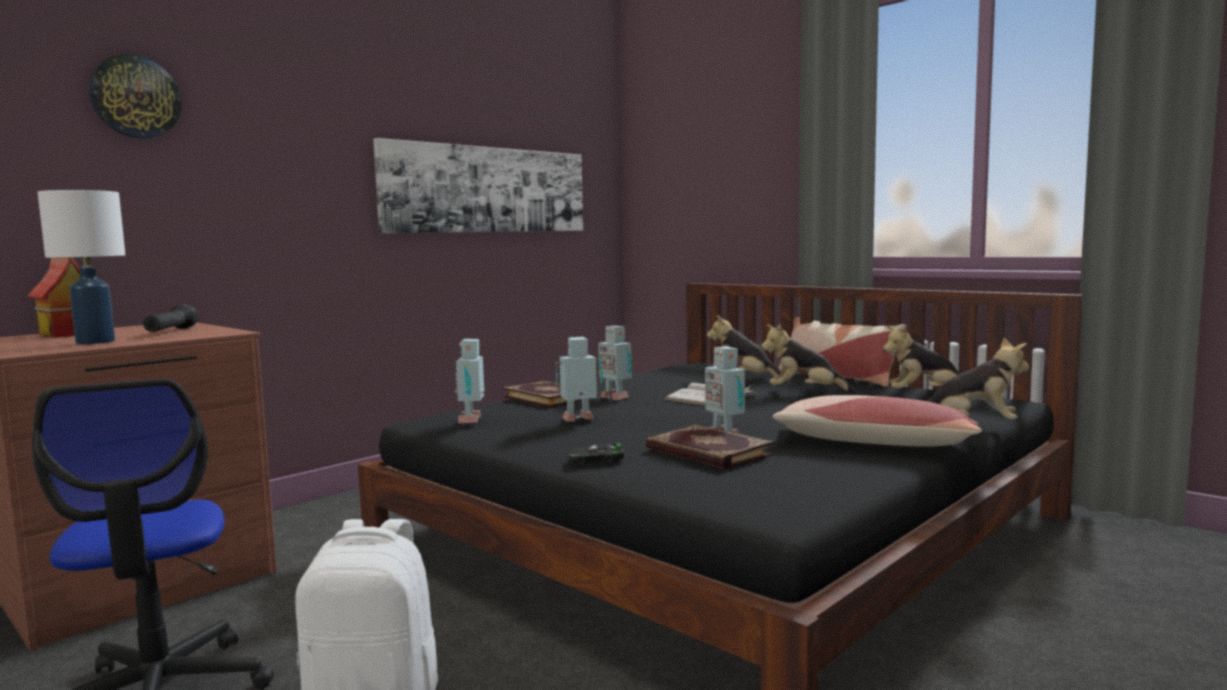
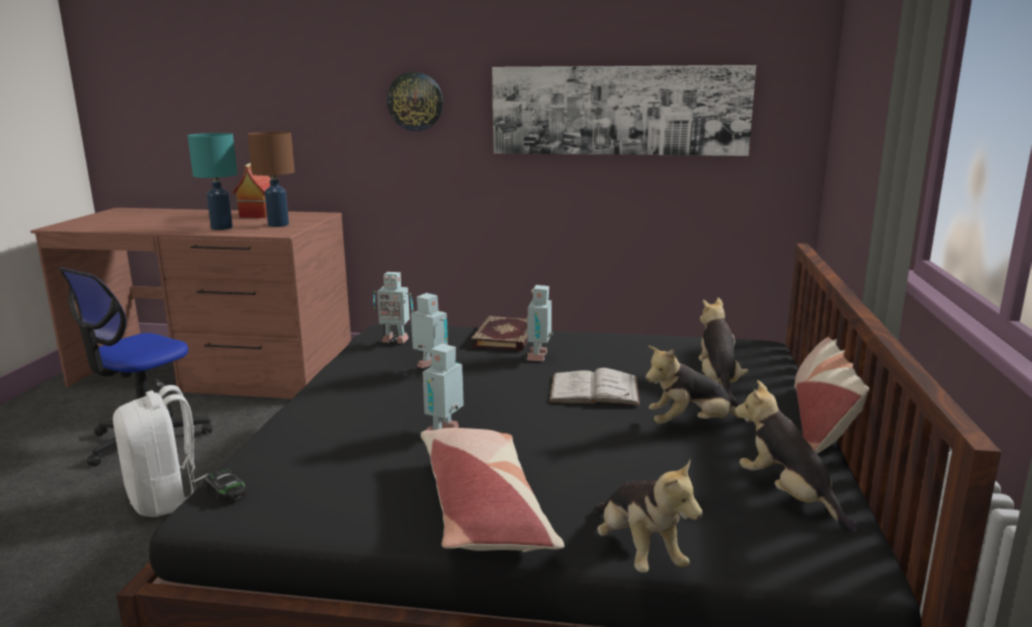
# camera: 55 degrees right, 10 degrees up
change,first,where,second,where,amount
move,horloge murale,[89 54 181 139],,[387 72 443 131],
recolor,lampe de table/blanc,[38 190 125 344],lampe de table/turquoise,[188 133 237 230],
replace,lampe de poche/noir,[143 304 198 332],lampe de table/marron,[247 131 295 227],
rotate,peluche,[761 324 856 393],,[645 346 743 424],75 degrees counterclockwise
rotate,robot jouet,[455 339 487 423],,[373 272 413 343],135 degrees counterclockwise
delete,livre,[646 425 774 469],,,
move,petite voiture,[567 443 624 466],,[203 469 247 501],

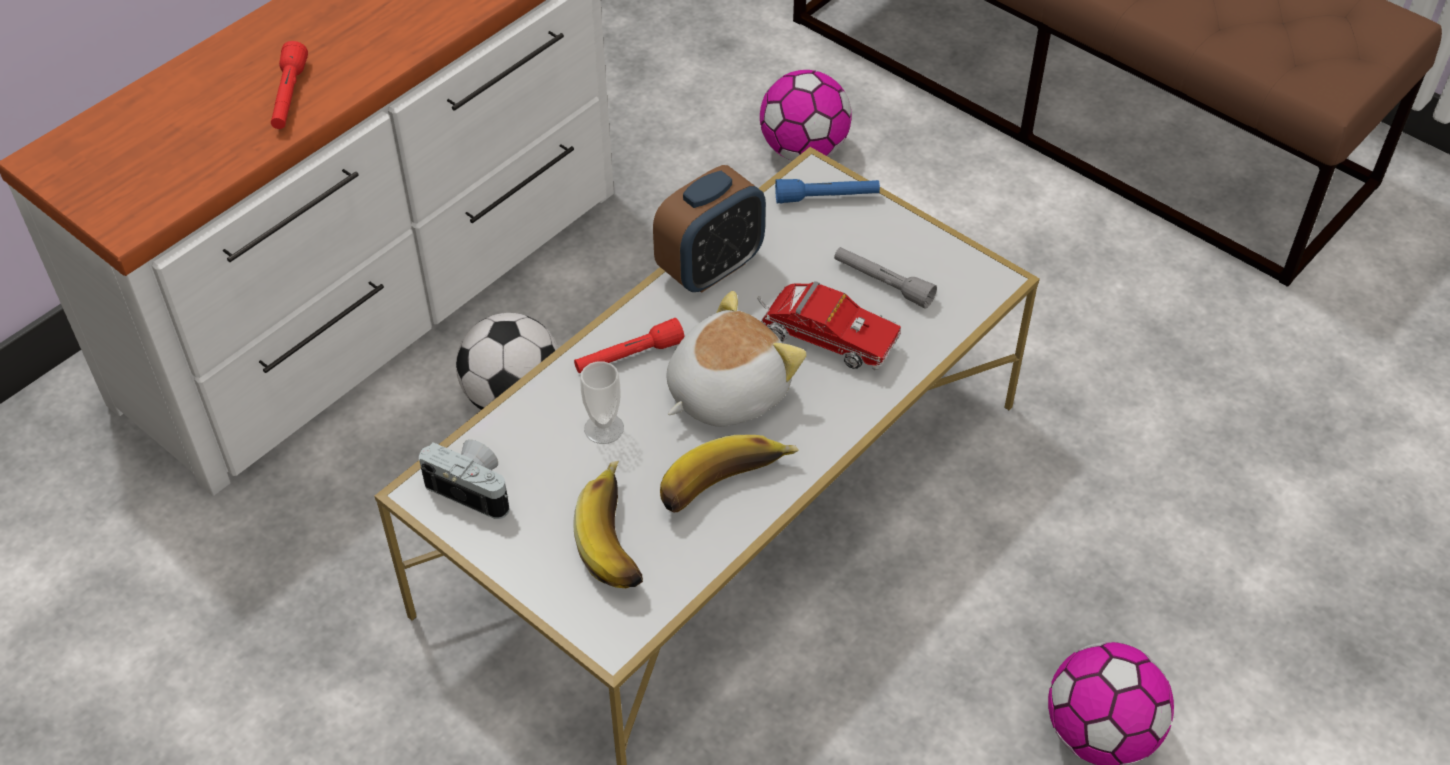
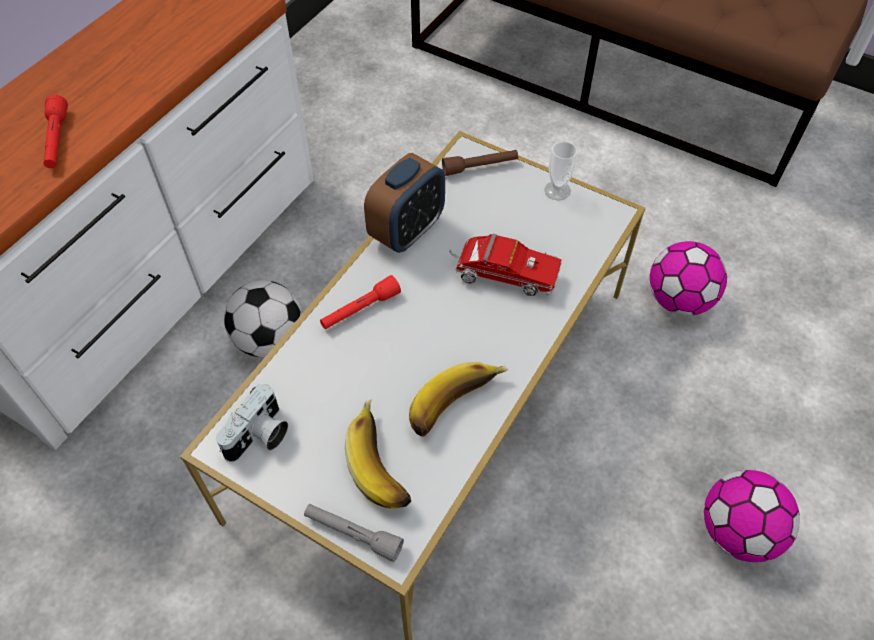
# camera: 10 degrees left, 5 degrees up
change,first,where,second,where,amount
move,ballon de foot,[760 70 851 161],,[649 241 727 316],
recolor,lampe de poche/bleu,[775 179 880 203],lampe de poche/marron,[442 150 518 176],
move,lampe de poche/gris,[834 247 937 309],,[304 504 404 562],
delete,peluche,[667 291 807 427],,,
move,tasse,[580 361 624 444],,[544 141 578 200],
rotate,appareil photo,[419 440 510 519],,[216 384 288 462],105 degrees clockwise

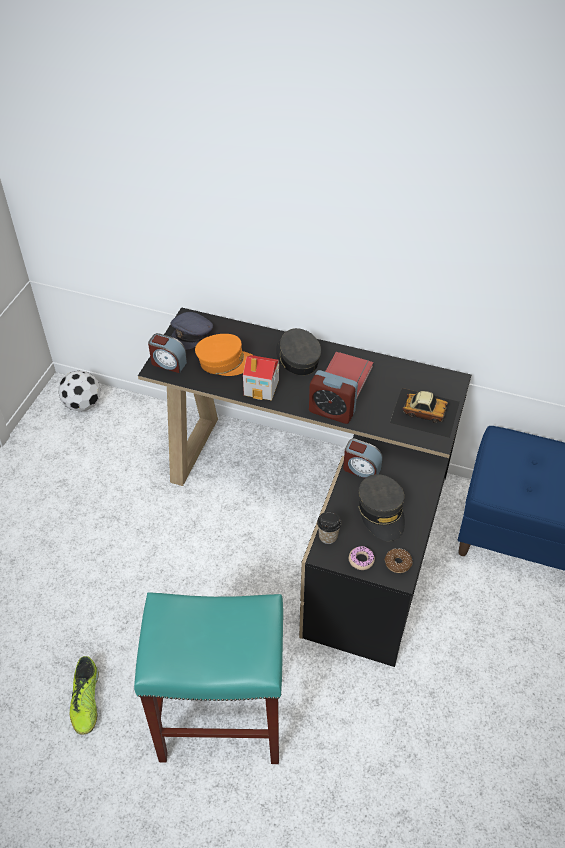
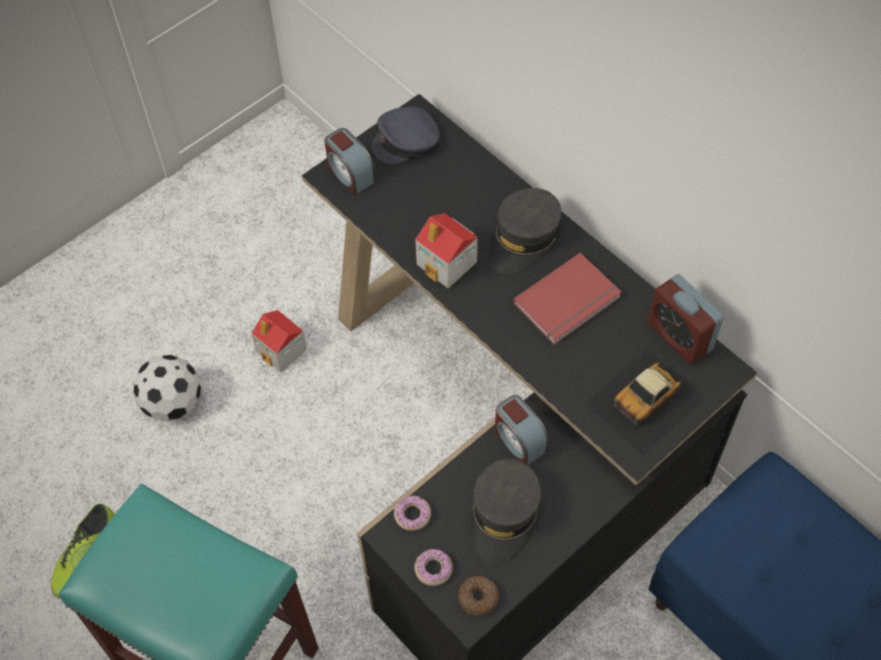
# camera: 30 degrees right, 10 degrees up
change,first,where,second,where,amount
rotate,casquette/gris,[276 328 321 375],,[488 188 561 274],150 degrees counterclockwise
delete,casquette/orange,[195 334 252 376],,,
move,ballon de foot,[58 370 101 411],,[133 355 201 421],
move,réveil,[309 370 358 424],,[648 274 723 364],
rotate,petite voiture,[390 388 460 438],,[585 348 706 455],90 degrees clockwise
replace,tasse,[317 511 341 544],beignet,[394 496 431 531],
insert,,,maison miniature,[251 310 307 372],

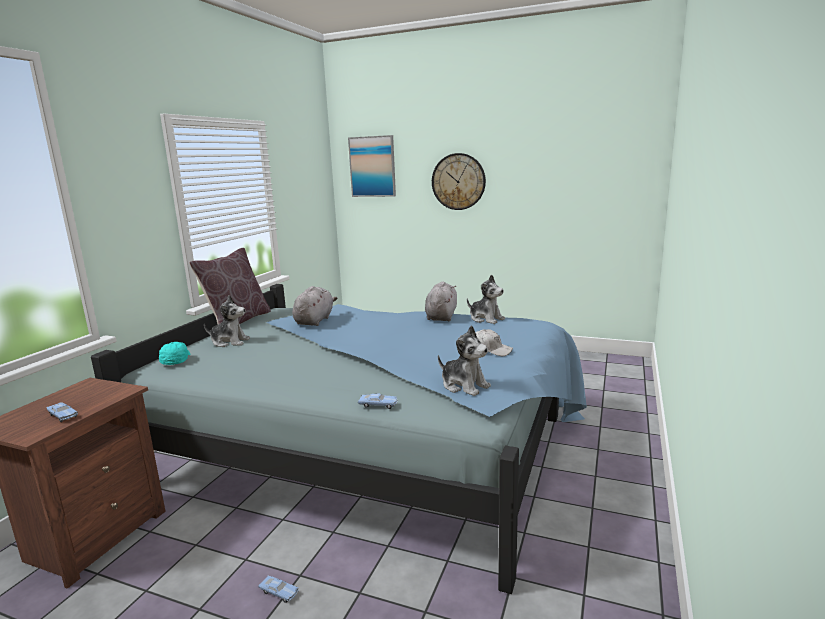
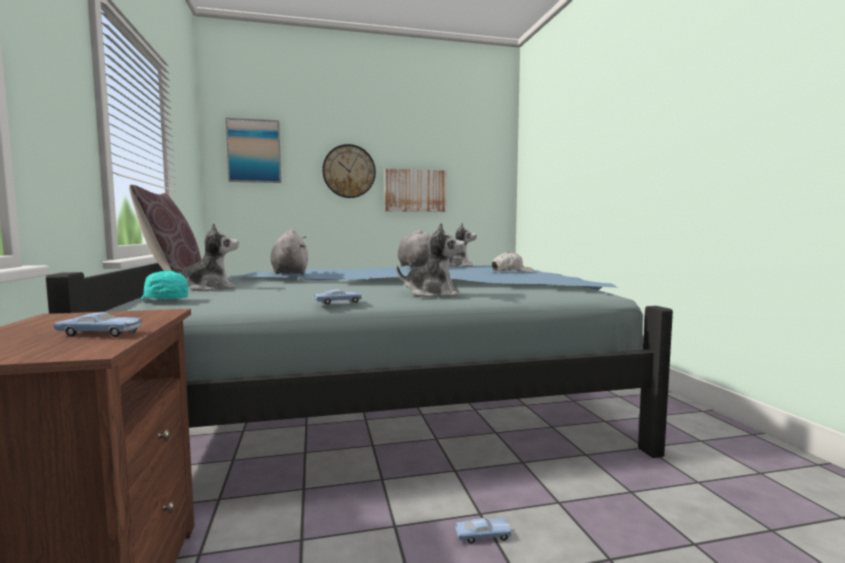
# camera: 35 degrees left, 10 degrees down
change,first,where,second,where,amount
move,peluche,[438 325 491 396],,[397 223 465 298],
move,petite voiture/bleu,[358 393 397 409],,[314 289 362 305],
insert,,,tableau,[385 168 446 212],

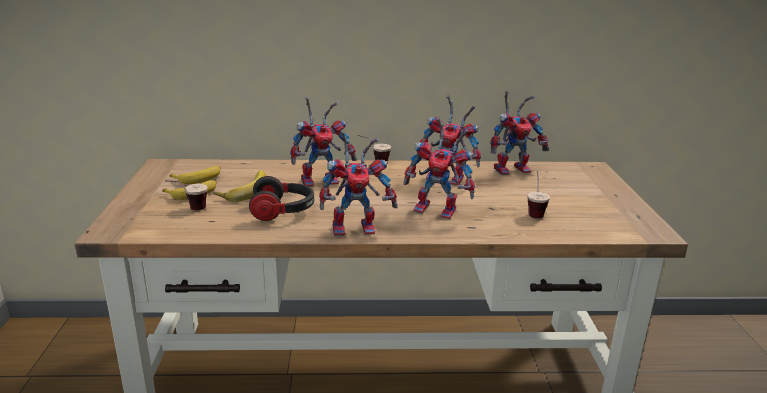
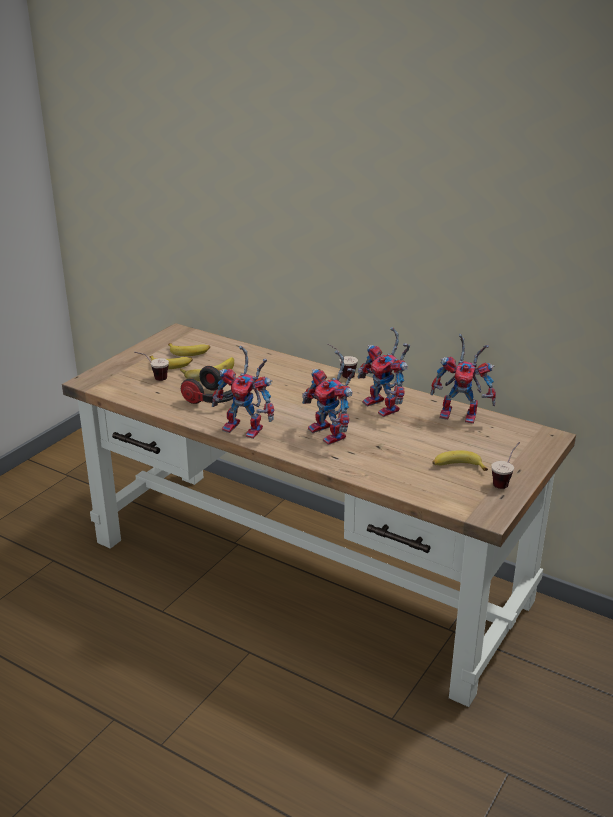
# camera: 35 degrees right, 5 degrees up
change,first,where,second,where,amount
delete,robot jouet,[290 97 357 187],,,
move,tasse,[527 171 550 218],,[491 442 520 489],
insert,,,banane,[432 450 488 471],

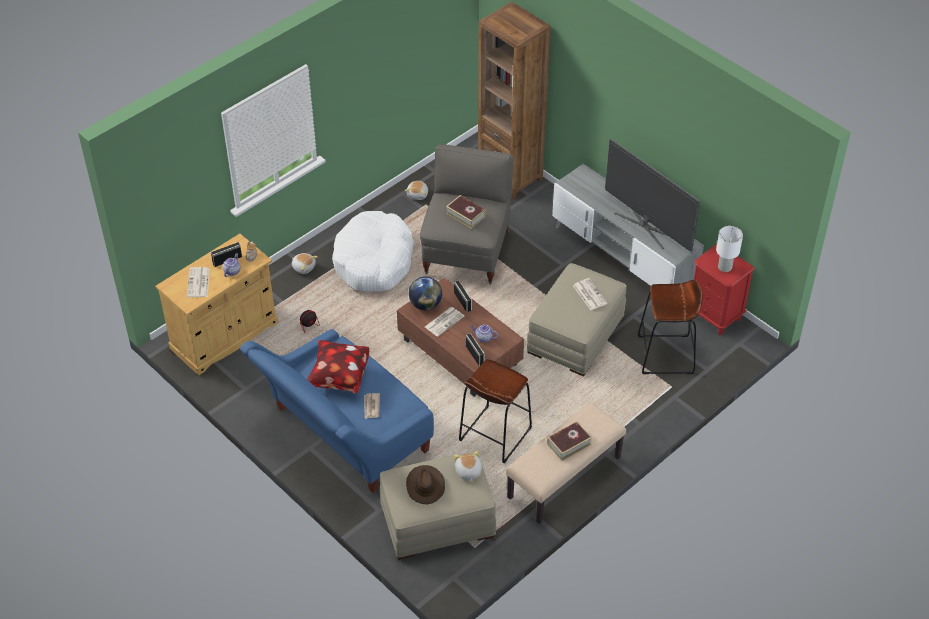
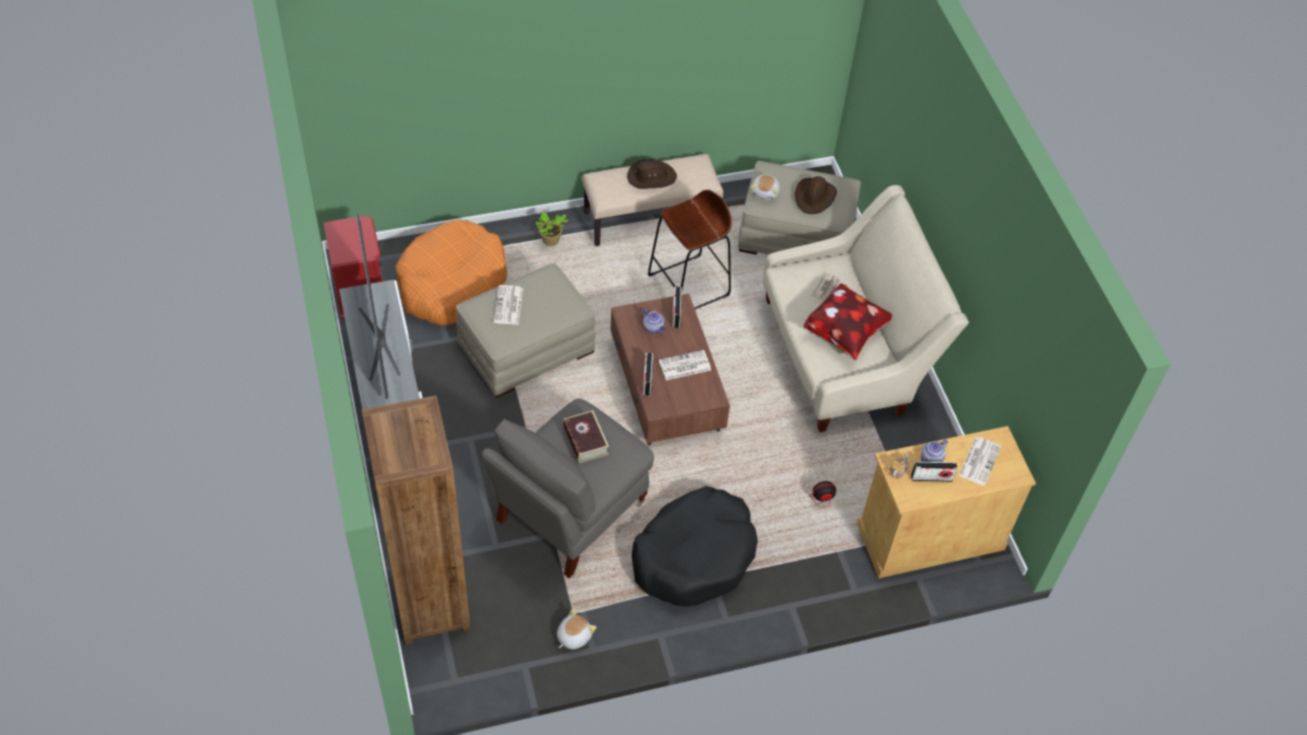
# camera: 155 degrees left, 5 degrees up
change,first,where,second,where,amount
recolor,panier pour chien/blanc,[332 211 414 292],panier pour chien/noir,[632 486 758 607],
delete,lampe de table/blanc,[716 226 743 272],,,
delete,peluche,[292 253 318 274],,,
delete,globe,[409 277 442 310],,,
replace,tabouret/marron,[638 280 703 374],panier pour chien/orange,[395 220 507 326],
recolor,canapé/bleu,[240 329 434 493],canapé/beige,[763 185 969 432],
replace,livre,[547 421 592 461],chapeau/marron,[627 159 677 189],
insert,,,plante en pot,[536 212 568 246],

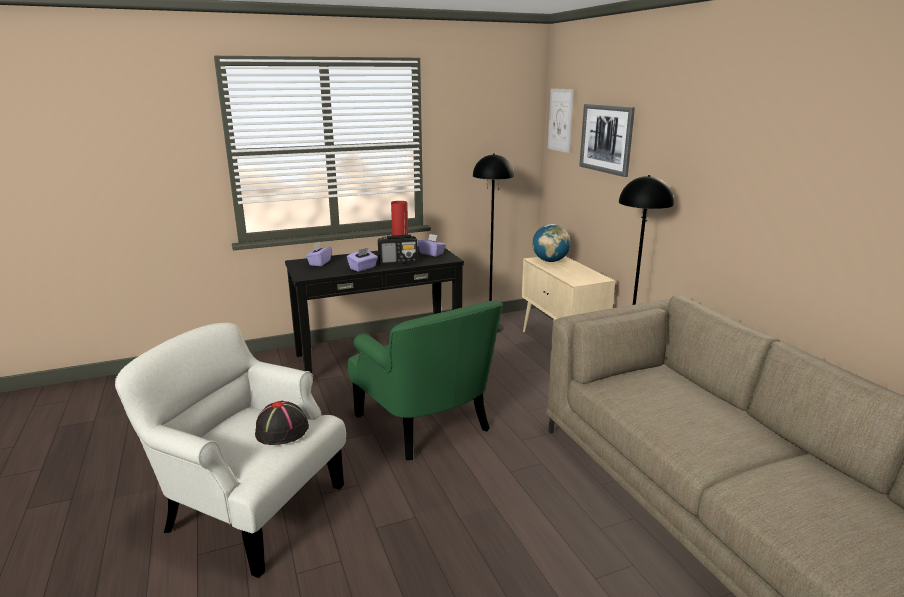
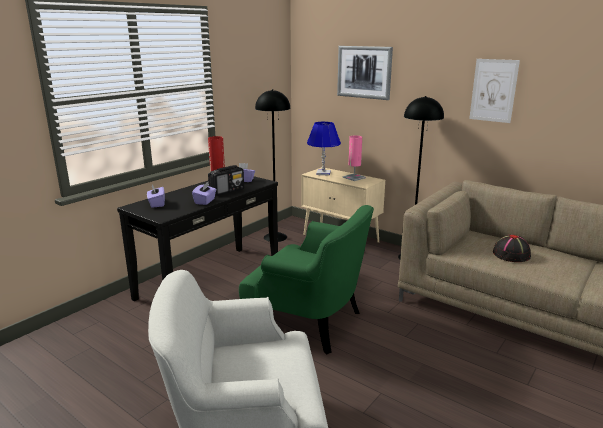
# camera: 30 degrees left, 0 degrees up
change,first,where,second,where,amount
move,tableau,[547 89 574 153],,[469 59 520 123],
replace,globe,[532 224 571 262],lampe de table/bleu,[307 121 341 176],
move,chapeau/noir,[255 400 309 445],,[493 235 531 262],
insert,,,lampe de table/rose,[343 136 366 181],

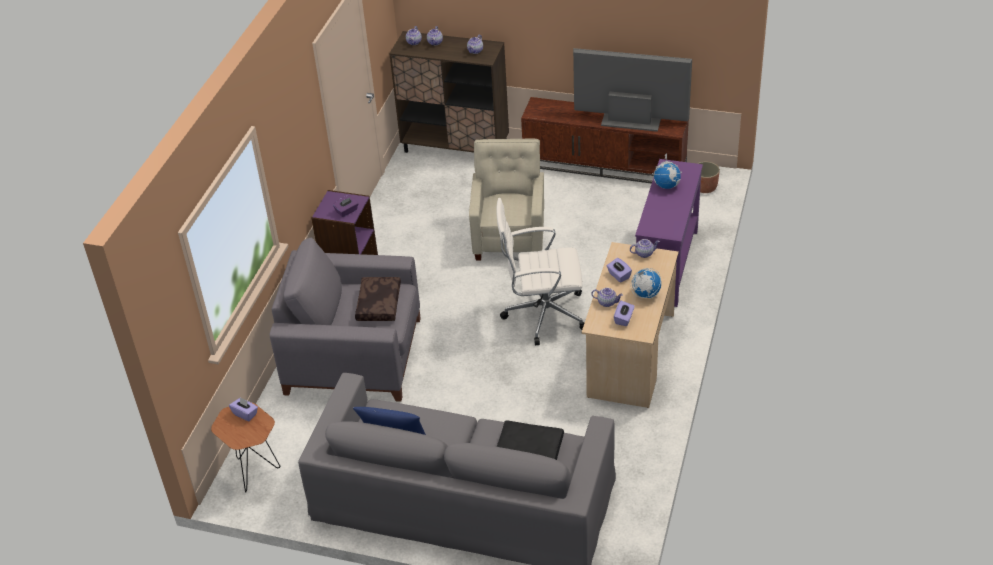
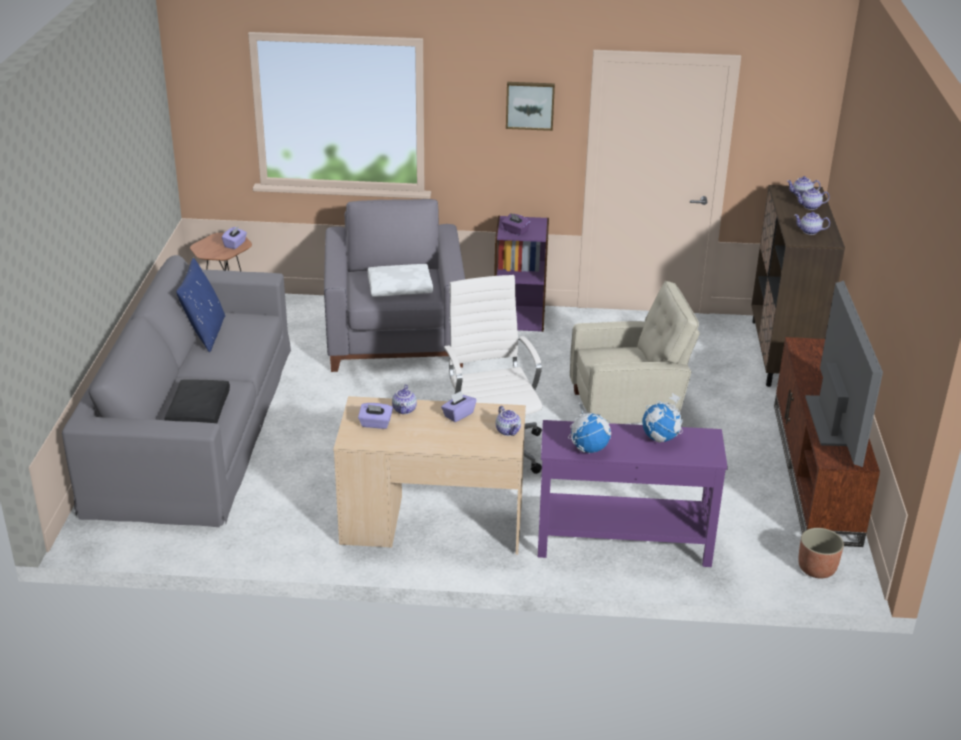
# camera: 75 degrees right, 10 degrees down
change,first,where,second,where,amount
move,globe,[631 268 661 298],,[568 402 611 454],
recolor,coussin/marron,[355 277 401 321],coussin/blanc,[367 264 433 297],
insert,,,tableau,[506 82 555 131],

